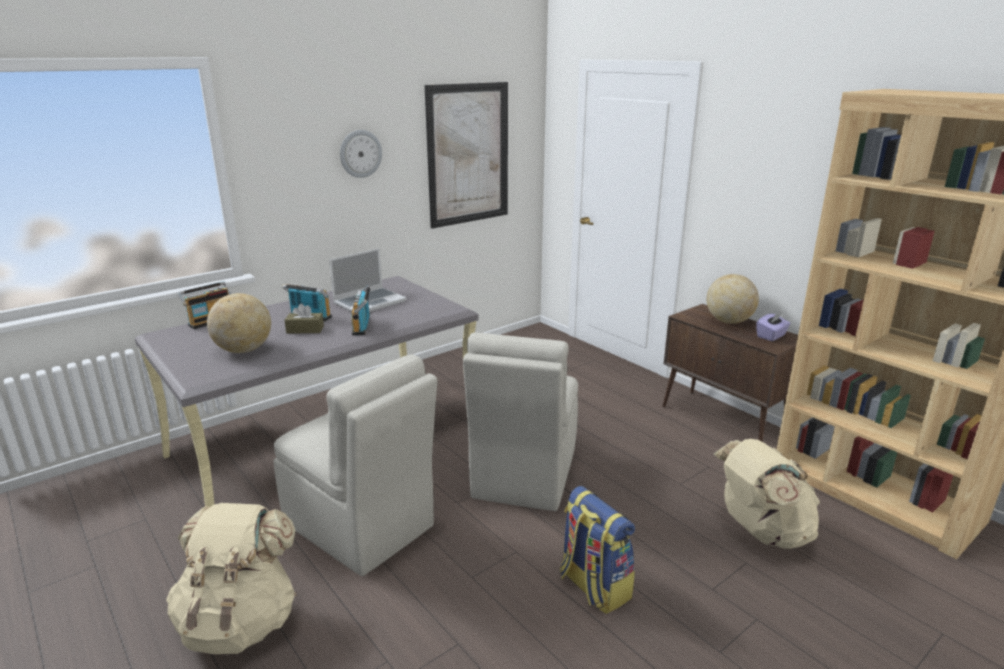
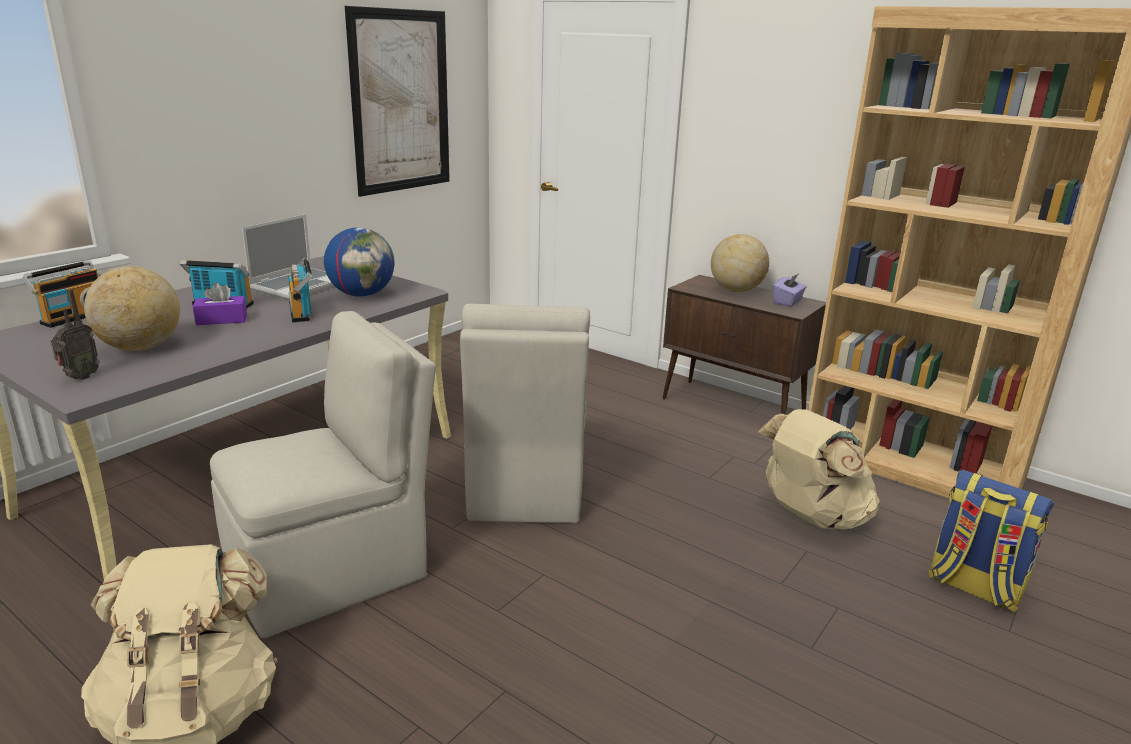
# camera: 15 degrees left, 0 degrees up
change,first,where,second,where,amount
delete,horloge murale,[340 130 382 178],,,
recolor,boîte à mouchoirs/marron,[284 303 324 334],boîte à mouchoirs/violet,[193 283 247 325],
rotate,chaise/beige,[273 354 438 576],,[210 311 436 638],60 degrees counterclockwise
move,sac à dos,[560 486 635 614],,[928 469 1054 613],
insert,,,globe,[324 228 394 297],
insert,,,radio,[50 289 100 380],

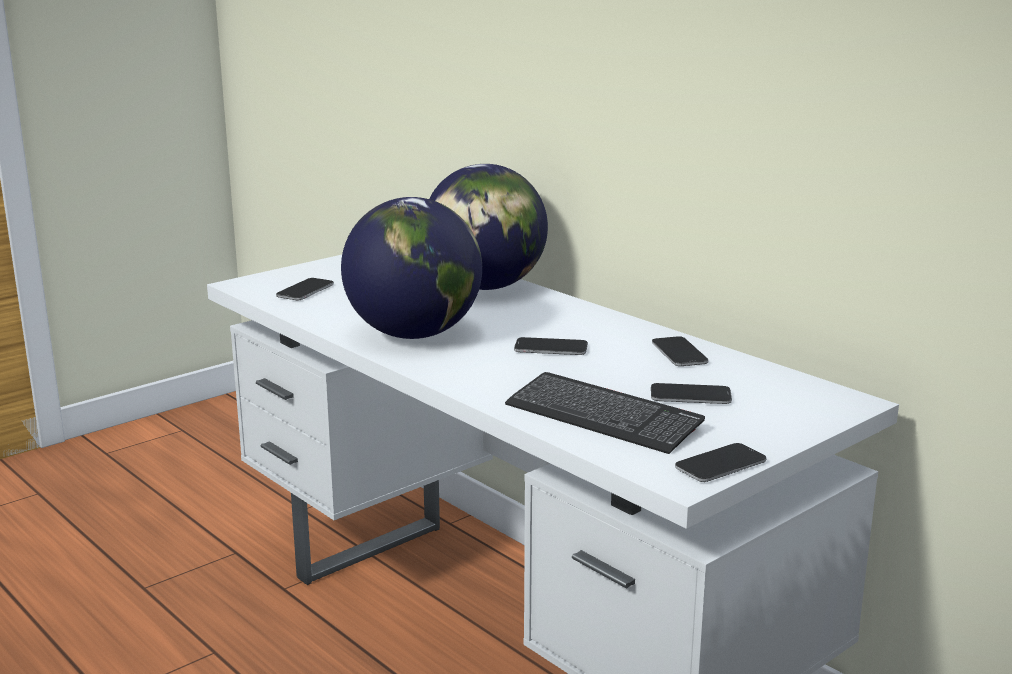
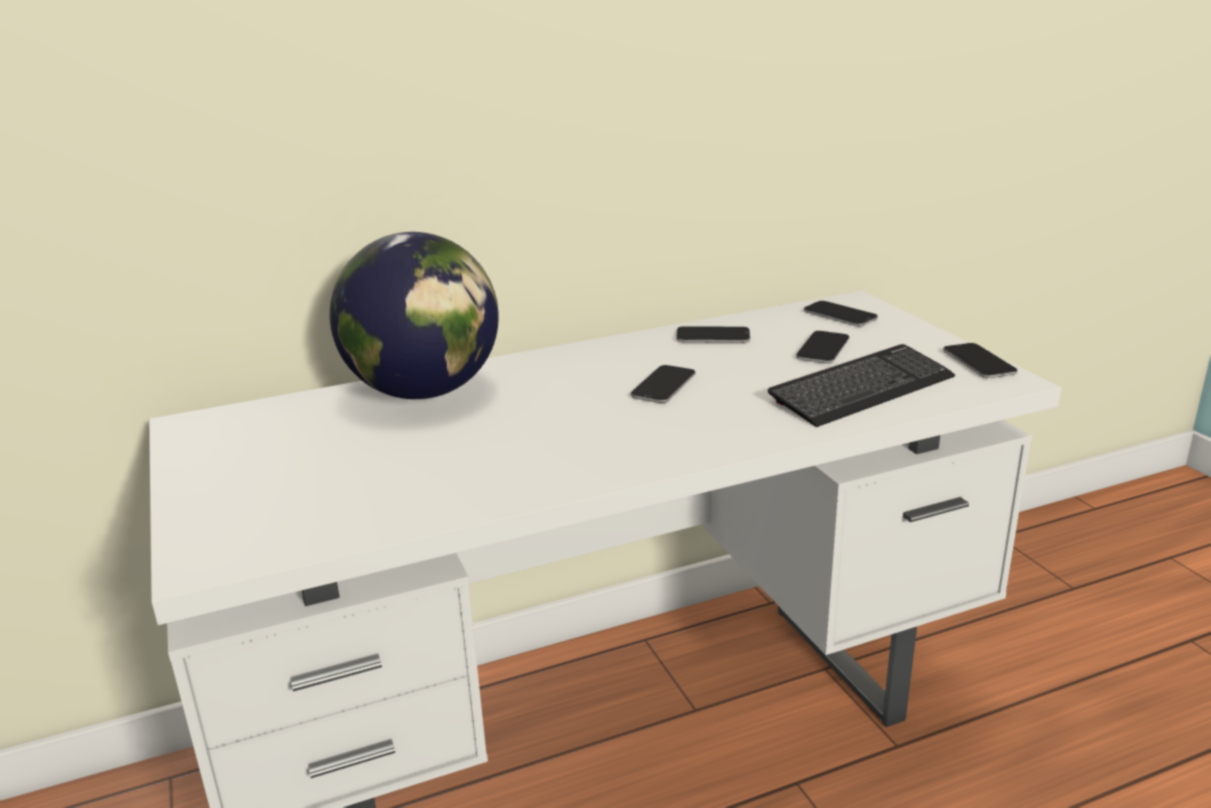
# camera: 70 degrees left, 5 degrees up
change,first,where,second,where,amount
delete,globe,[341 197 482 339],,,
move,téléphone,[276 278 334 300],,[804 301 878 326],

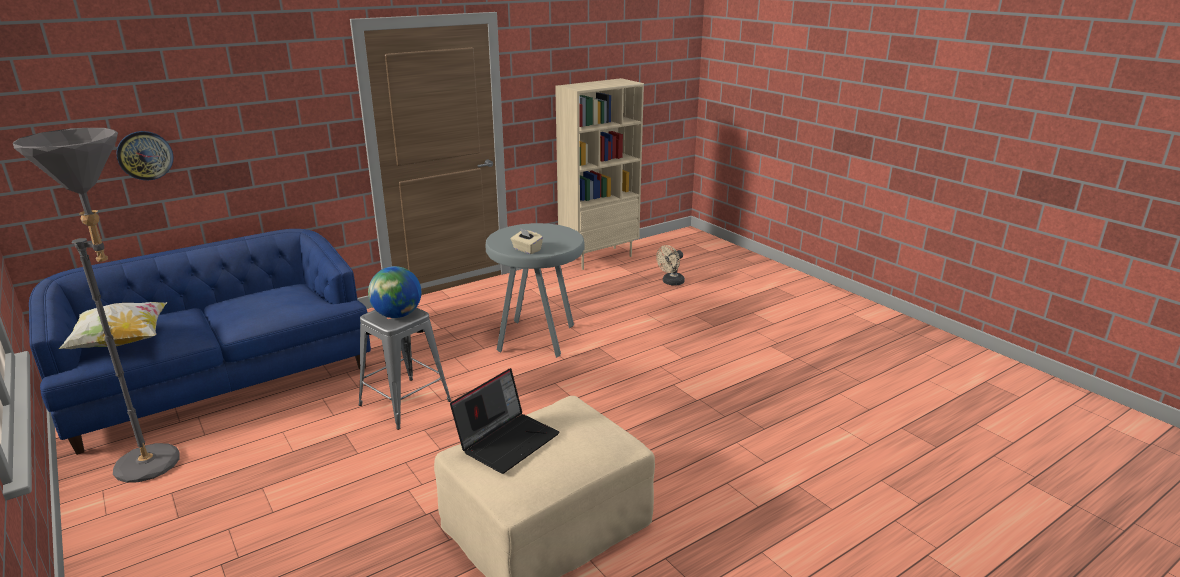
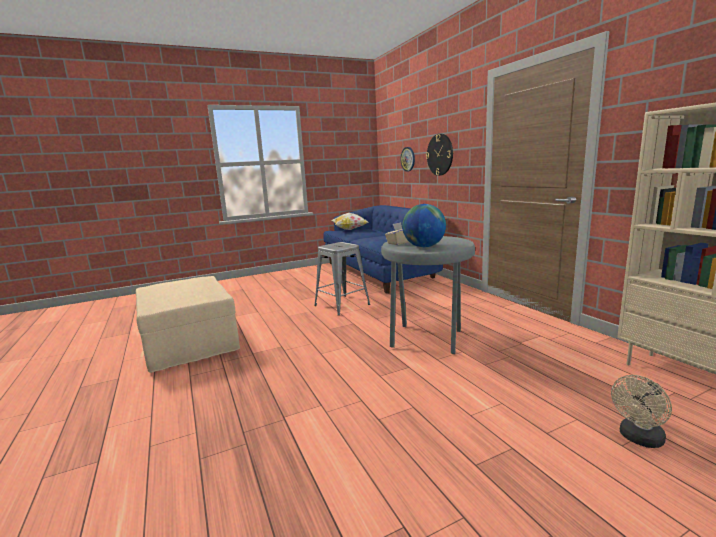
# camera: 100 degrees right, 10 degrees down
change,first,where,second,where,amount
delete,lampadaire/gris,[13 128 179 483],,,
rotate,ventilateur/beige,[656 245 685 286],,[611 375 672 448],90 degrees counterclockwise
move,globe,[368 266 421 318],,[402 204 446 248],
delete,ordinateur portable,[450 368 559 474],,,
insert,,,horloge murale,[426 134 453 176],

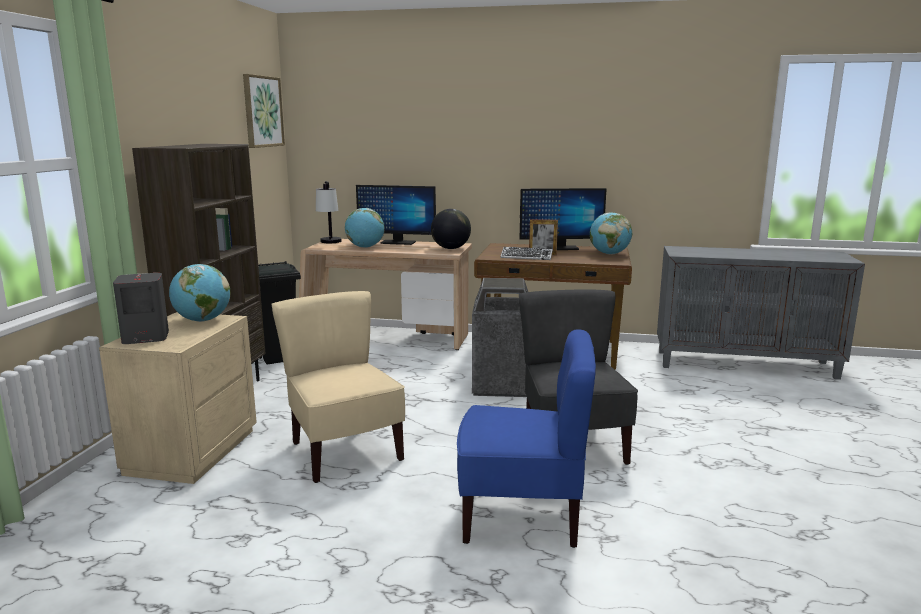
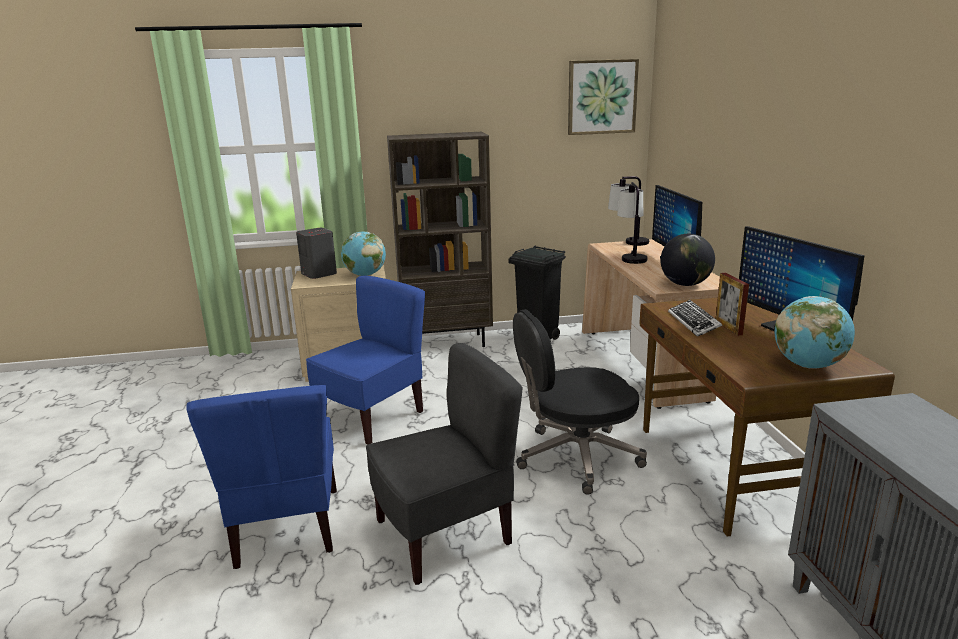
# camera: 70 degrees right, 5 degrees up
change,first,where,second,where,amount
replace,globe,[345 208 385 248],lampe de table,[617 182 647 264],
replace,poubelle,[472 278 528 397],chaise de bureau/noir,[513 309 647 495],
recolor,chaise/beige,[272 291 405 483],chaise/bleu,[306 276 425 445],

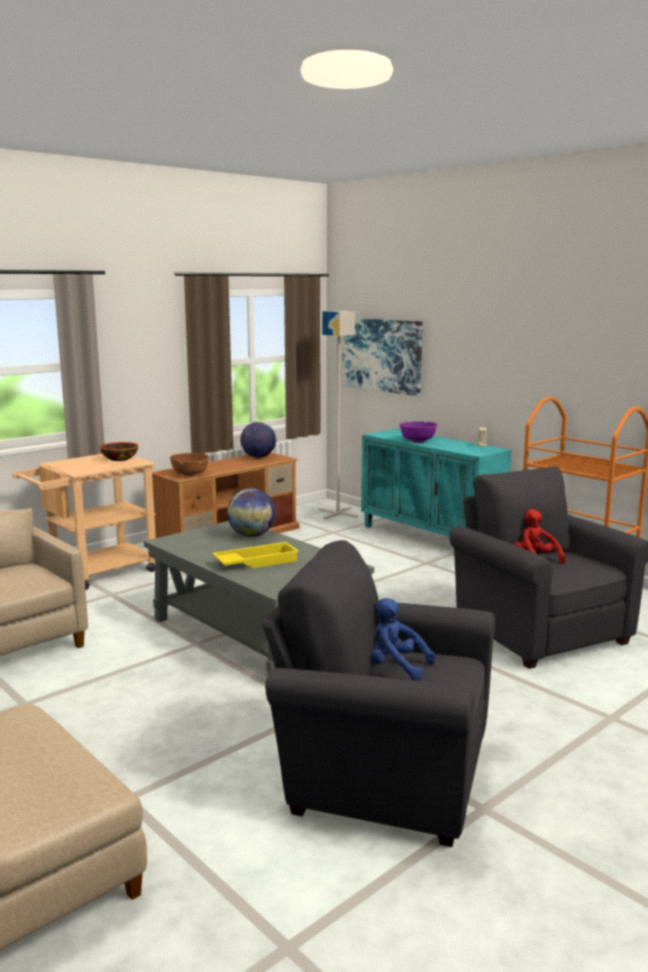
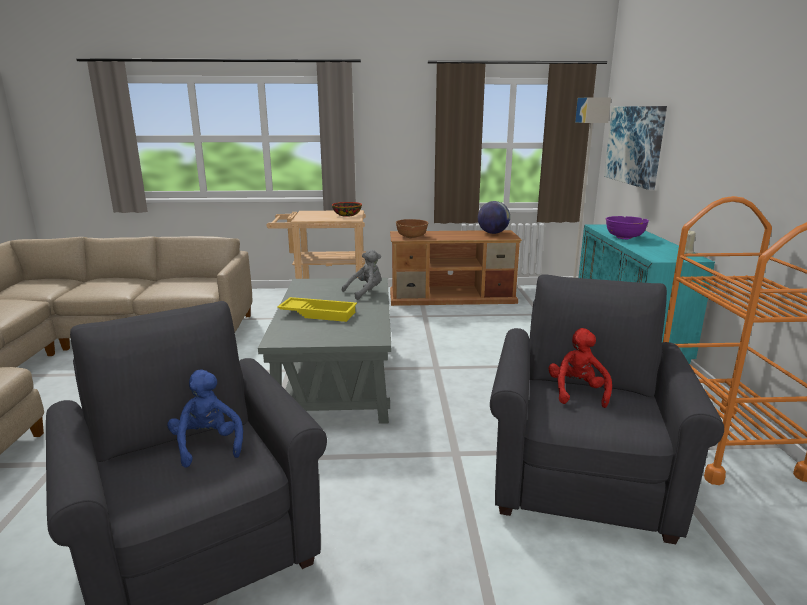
# camera: 40 degrees right, 5 degrees up
change,first,where,second,where,amount
replace,globe,[227 488 276 537],peluche/gris,[342 249 382 300],

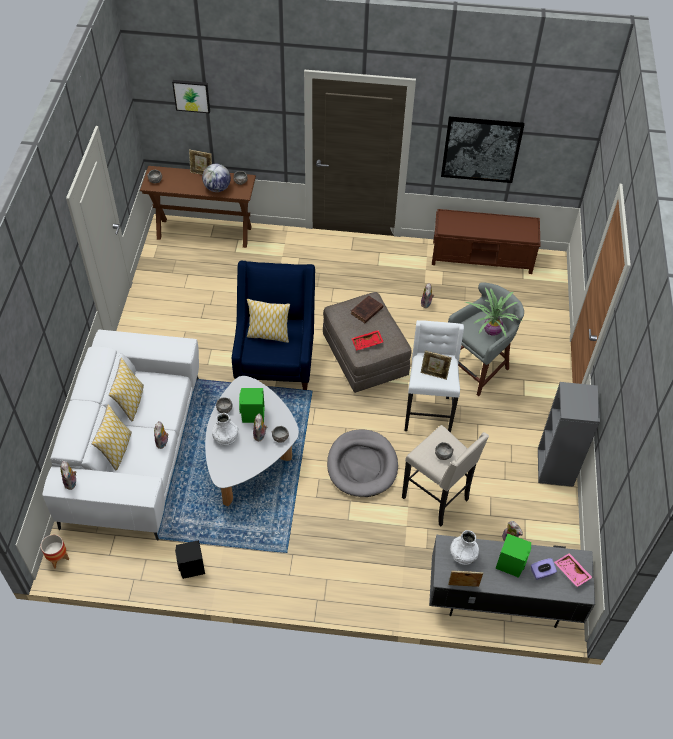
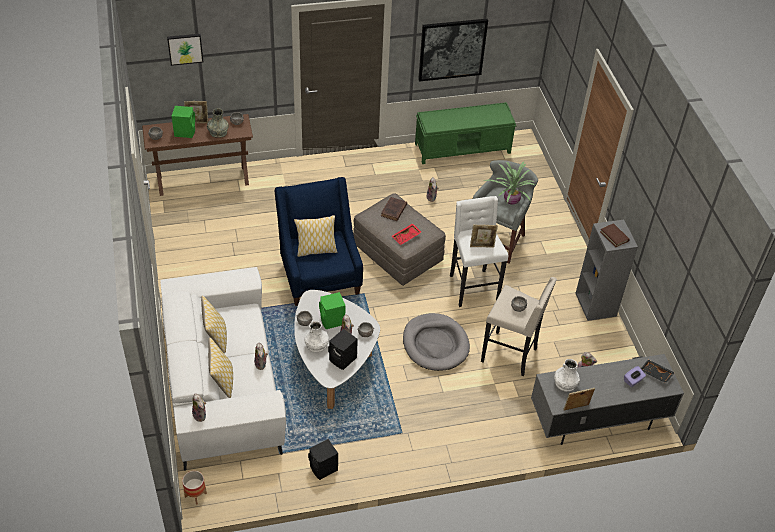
# camera: 20 degrees left, 5 degrees down
change,first,where,second,where,amount
replace,globe,[202 164 231 192],vase/gris,[207 108 229 138],
recolor,banc/marron,[432 209 540 274],banc/vert,[415 102 516 164],
move,enceinte/vert,[495 534 532 578],,[172 106 195 138],
recolor,plateau/rose,[554 553 593 587],plateau/noir,[641 360 675 383],
insert,,,livre/marron,[600 223 630 247],
insert,,,enceinte/noir,[328 329 358 370],

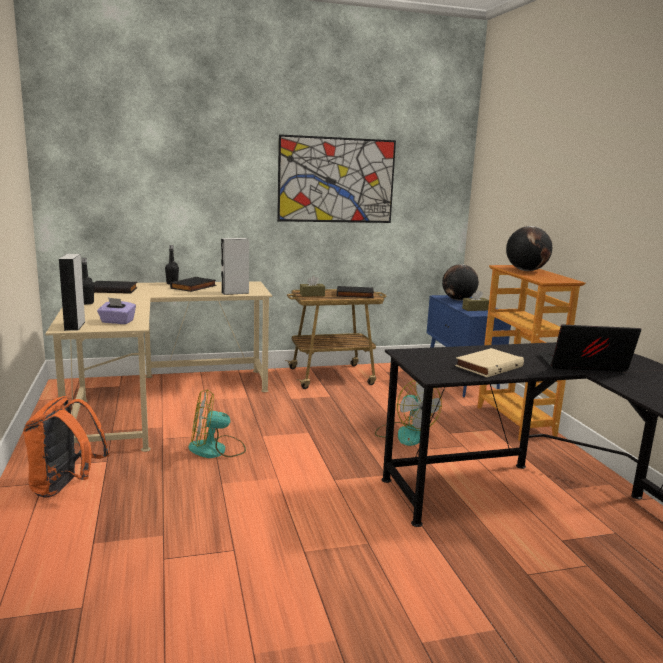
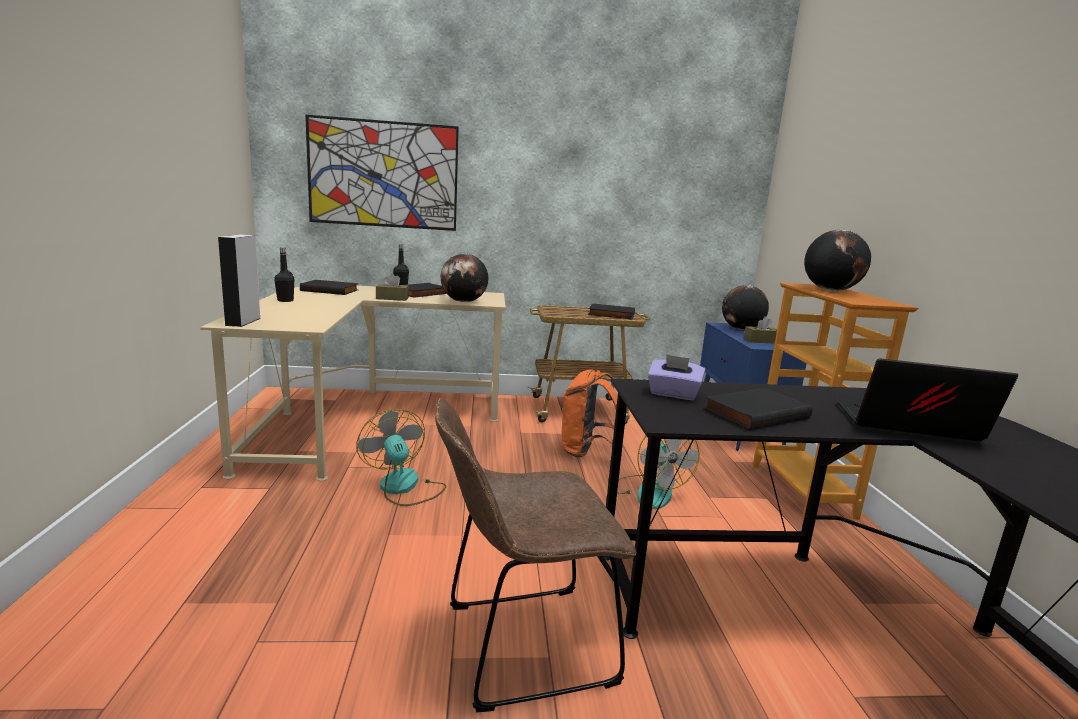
# camera: 10 degrees right, 0 degrees up
change,first,where,second,where,amount
move,tableau,[277 134 396 223],,[305 115 459 231],
replace,enceinte/gris,[221 238 250 295],globe,[441 254 488 302],
move,boîte à mouchoirs/marron,[300 276 325 297],,[376 273 409 301],
move,boîte à mouchoirs/violet,[97 298 136 324],,[648 354 705 400],
recolor,livre/beige,[455 348 524 377],livre/noir,[704 388 812 430],
rotate,ventilateur,[188 389 246 458],,[356 409 446 506],60 degrees clockwise
move,sac à dos/orange,[23 396 110 498],,[561 369 626 457],
insert,,,chaise/marron,[435 398 636 712],

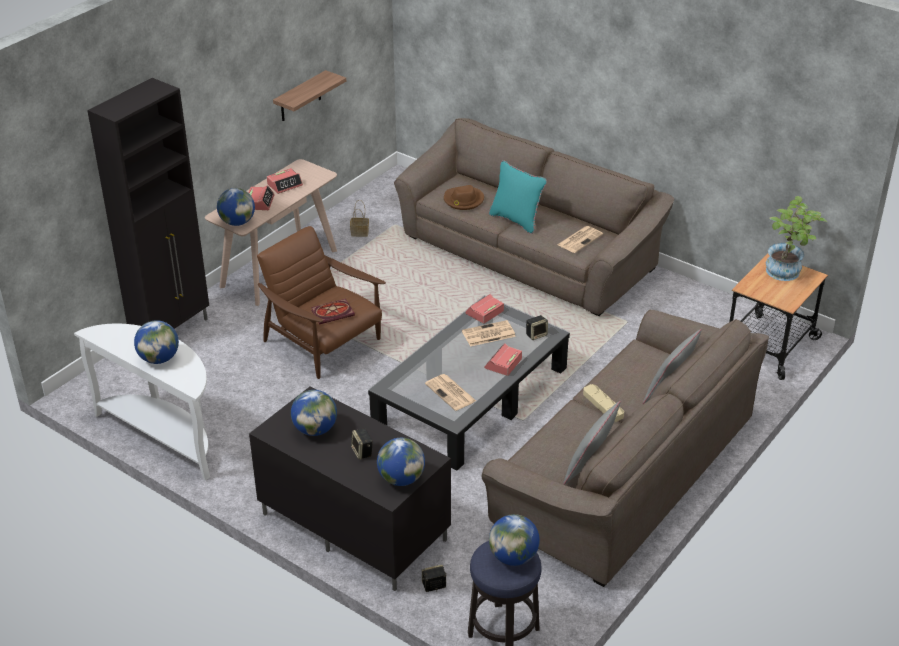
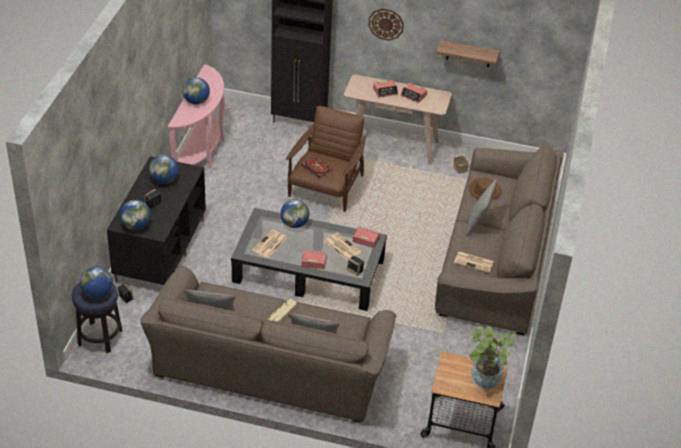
# camera: 65 degrees right, 5 degrees up
change,first,where,second,where,amount
recolor,coussin/turquoise,[489 160 547 234],coussin/gris,[465 179 497 236],
move,globe,[217 188 255 226],,[281 199 309 228],
recolor,table console/blanc,[74 324 210 480],table console/rose,[168 64 225 167],
insert,,,horloge murale,[368 8 404 41],

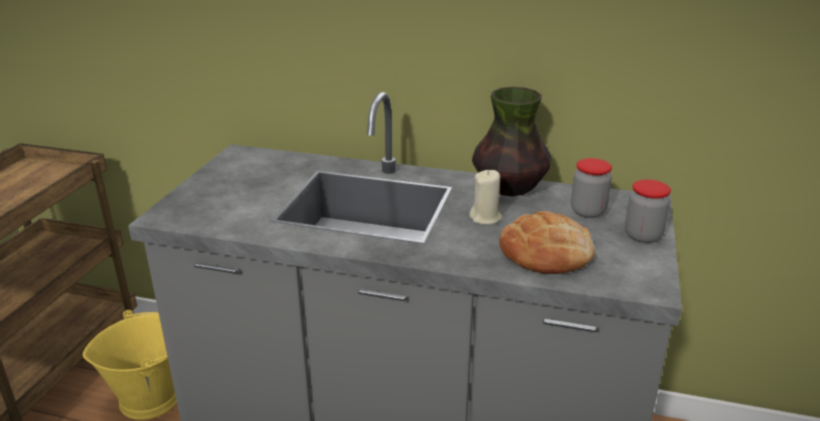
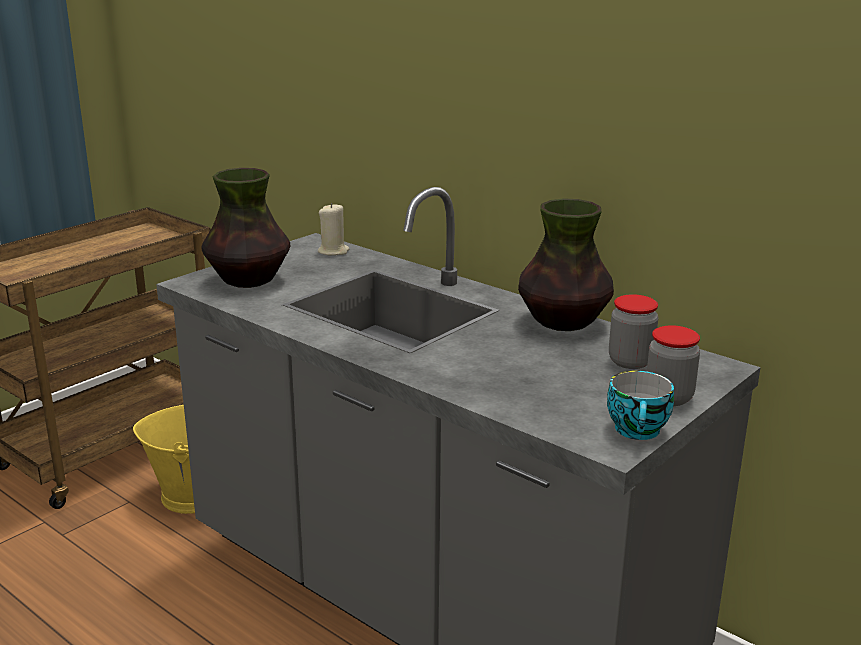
# camera: 25 degrees right, 5 degrees down
change,first,where,second,where,amount
move,bougie/beige,[470 170 502 225],,[318 203 349 255],
delete,pain,[499 211 595 274],,,
insert,,,vase,[201 168 290 288],
insert,,,tasse,[607 371 674 440],

